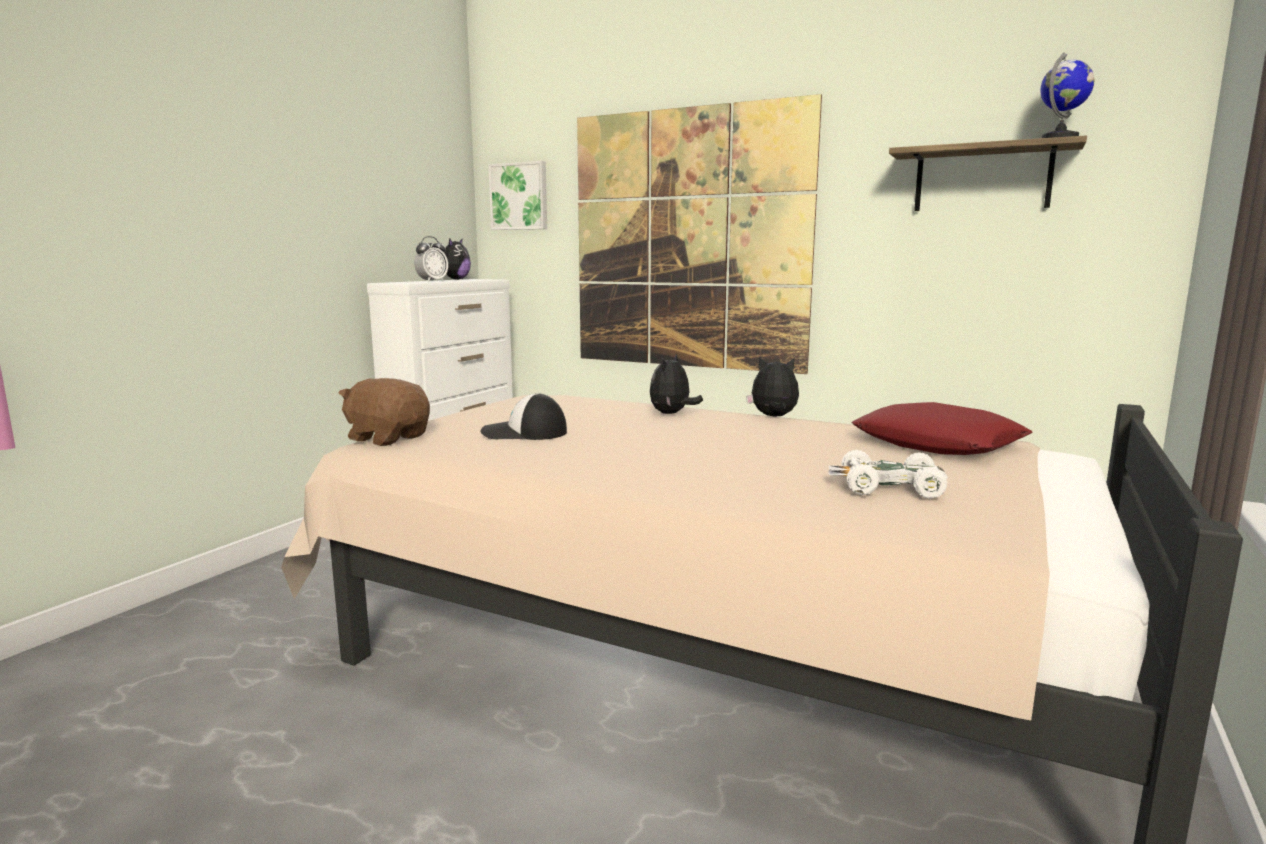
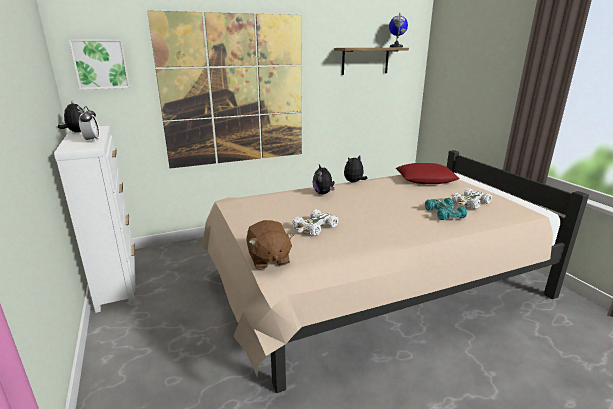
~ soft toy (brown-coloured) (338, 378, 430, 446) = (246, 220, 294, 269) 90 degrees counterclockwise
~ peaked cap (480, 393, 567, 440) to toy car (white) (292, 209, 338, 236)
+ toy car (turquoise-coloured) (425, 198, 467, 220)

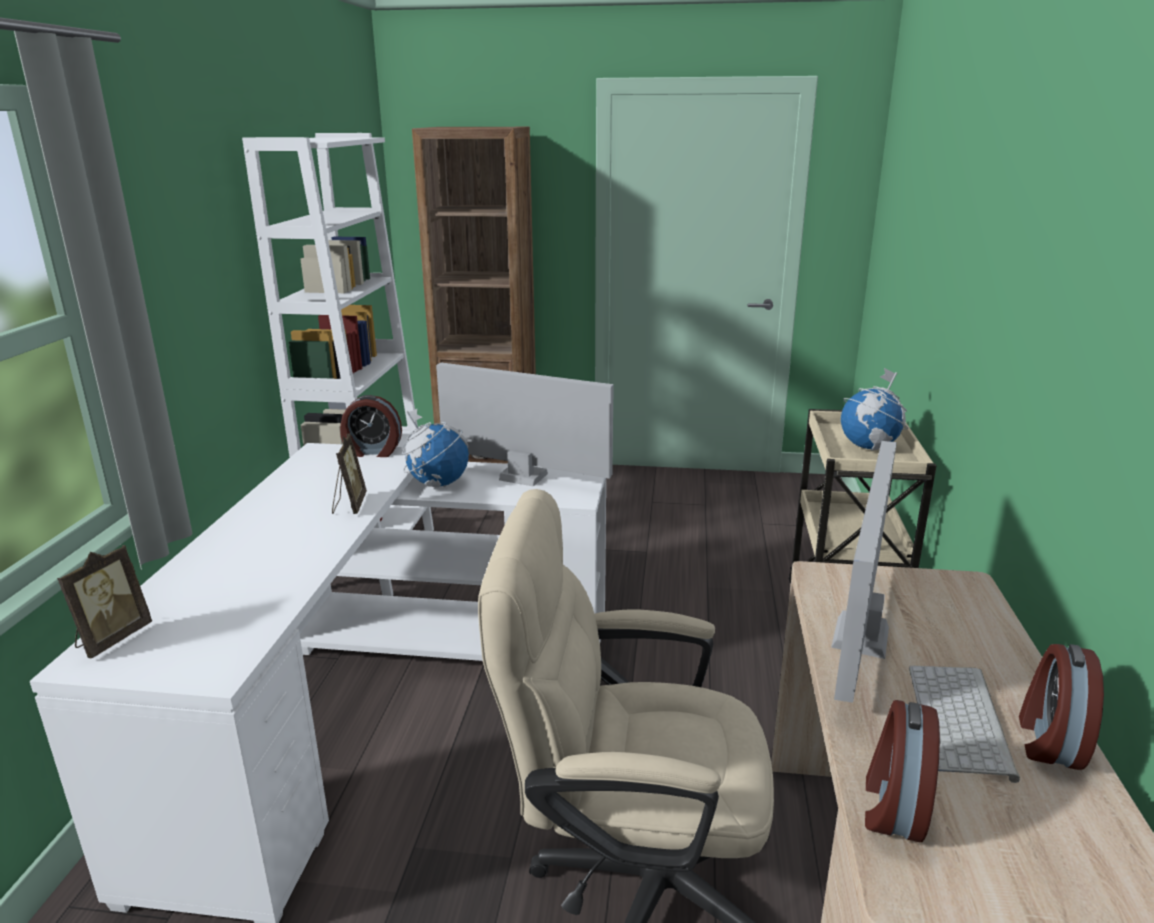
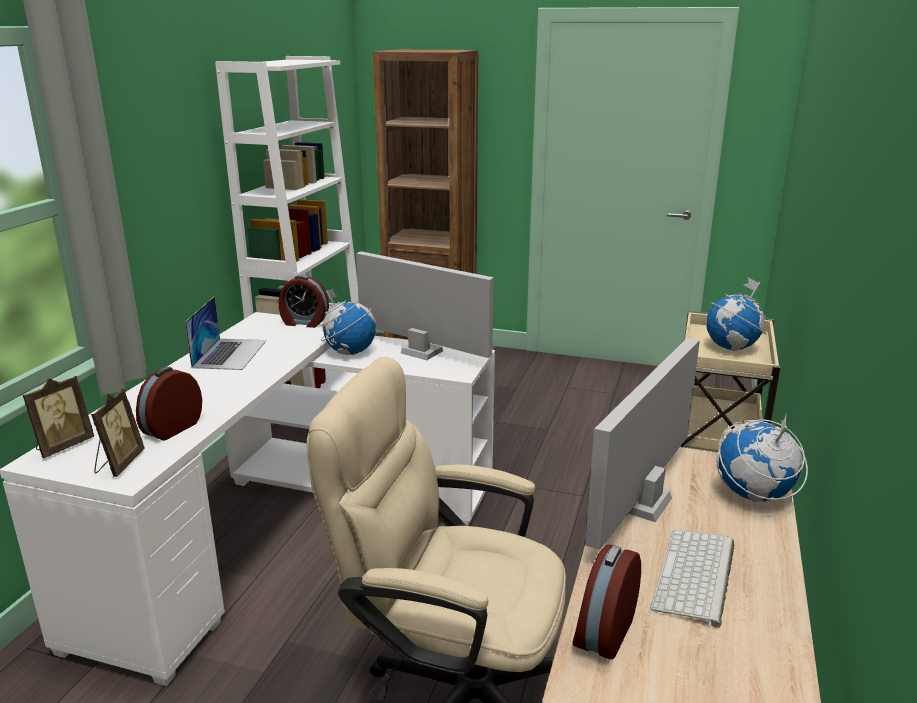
~ standing frame (332, 433, 367, 514) to (91, 389, 144, 477)
~ alarm clock (1019, 644, 1104, 770) to (136, 367, 202, 440)
+ laptop (185, 296, 266, 370)
+ world globe (717, 415, 808, 502)

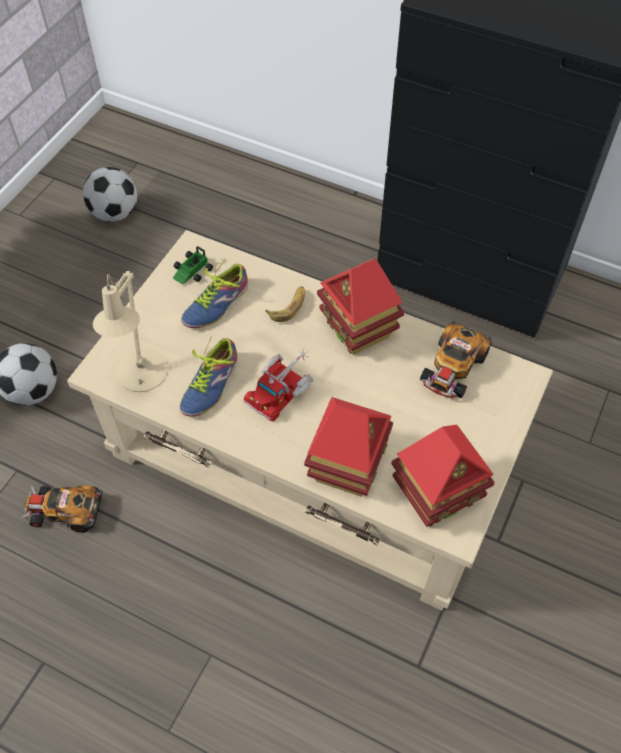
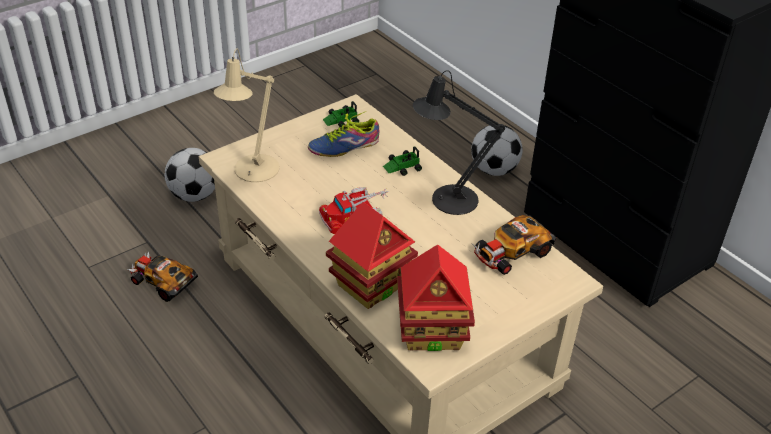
~ whole banana (266, 286, 305, 322) to toy car (383, 147, 422, 176)
~ model house (317, 259, 404, 355) to lamp for a table (black) (413, 70, 505, 215)
~ football (83, 167, 137, 222) to (471, 125, 523, 176)
- item of footwear (180, 335, 238, 417)

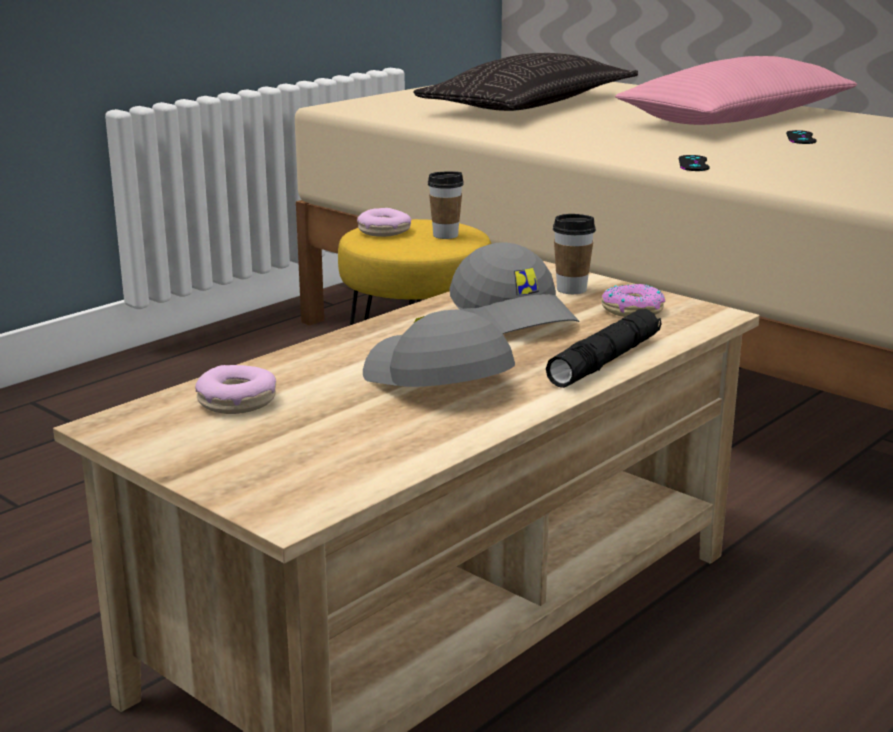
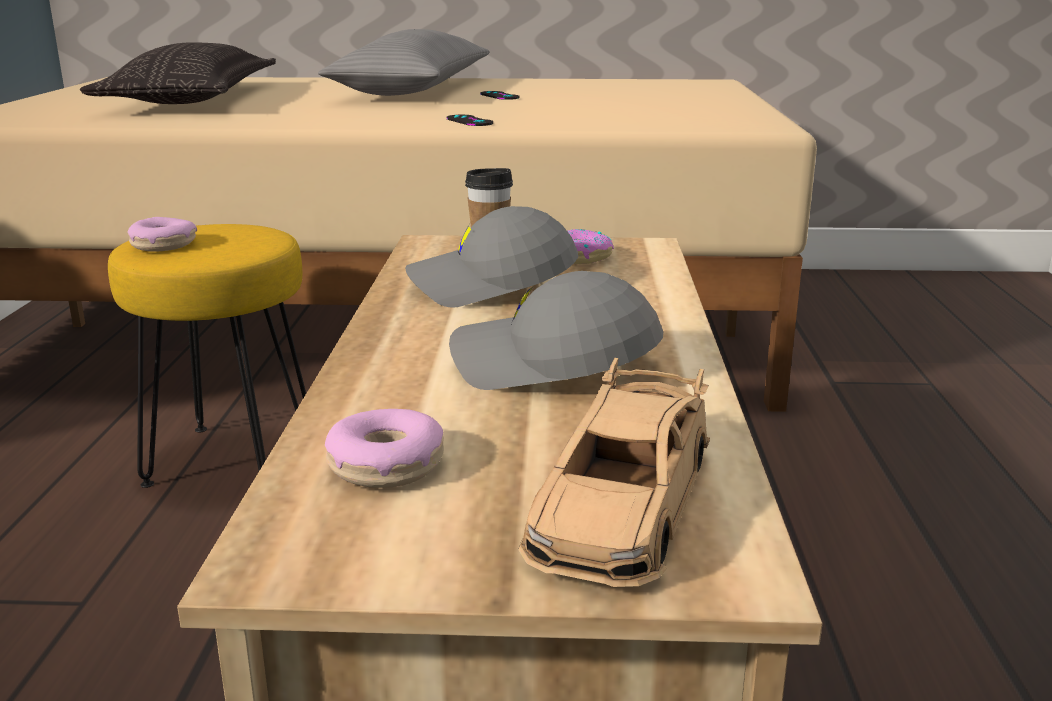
~ throw pillow (pinkish) (615, 56, 857, 125) to throw pillow (gray) (318, 29, 490, 96)
~ peaked cap (gray) (450, 242, 580, 334) = (405, 206, 578, 307) 150 degrees clockwise
+ toy car (sand-coloured) (518, 358, 710, 587)
- drinking cup (428, 172, 464, 239)
- flashlight (black) (546, 309, 662, 388)

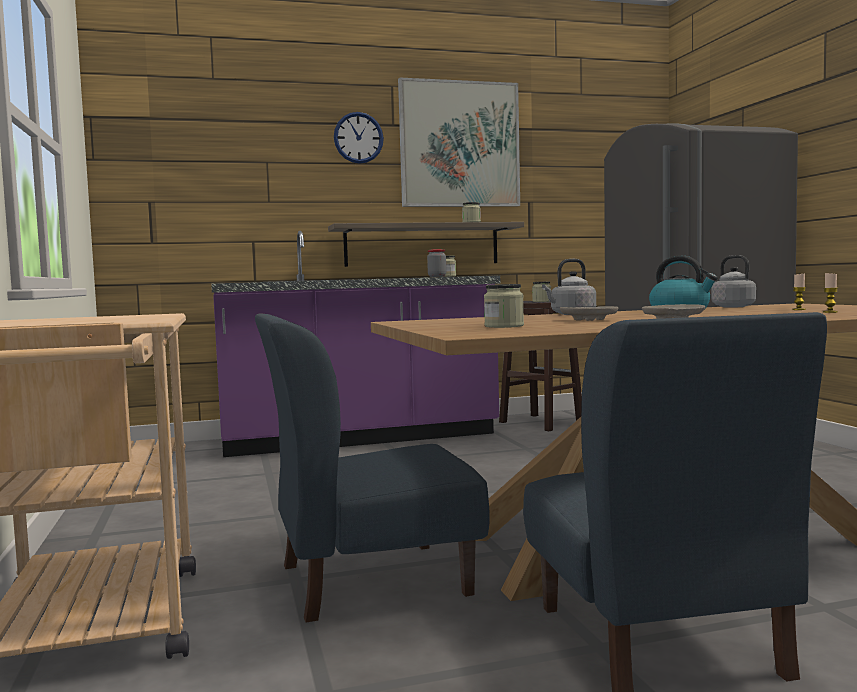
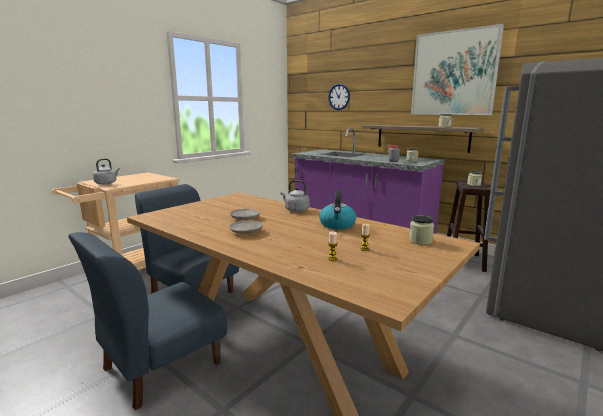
~ water kettle (gray) (711, 255, 756, 308) to (93, 158, 120, 185)
~ clock on the wall (334, 112, 384, 164) to (328, 84, 350, 110)
~ jar (484, 284, 524, 328) to (409, 216, 434, 245)

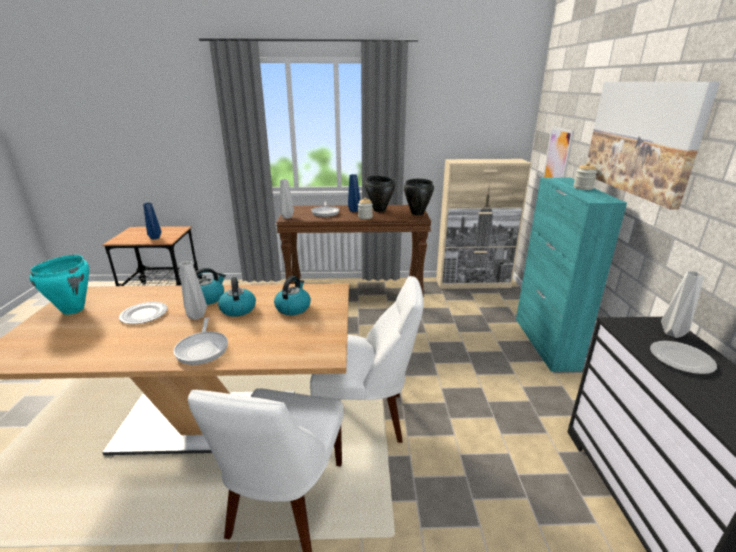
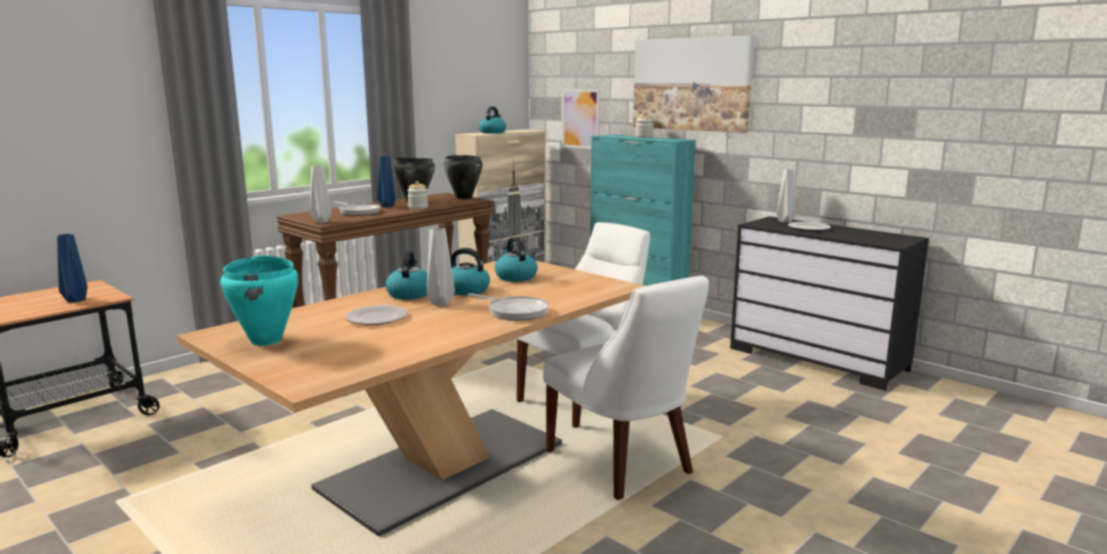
+ water kettle (479, 106, 506, 134)

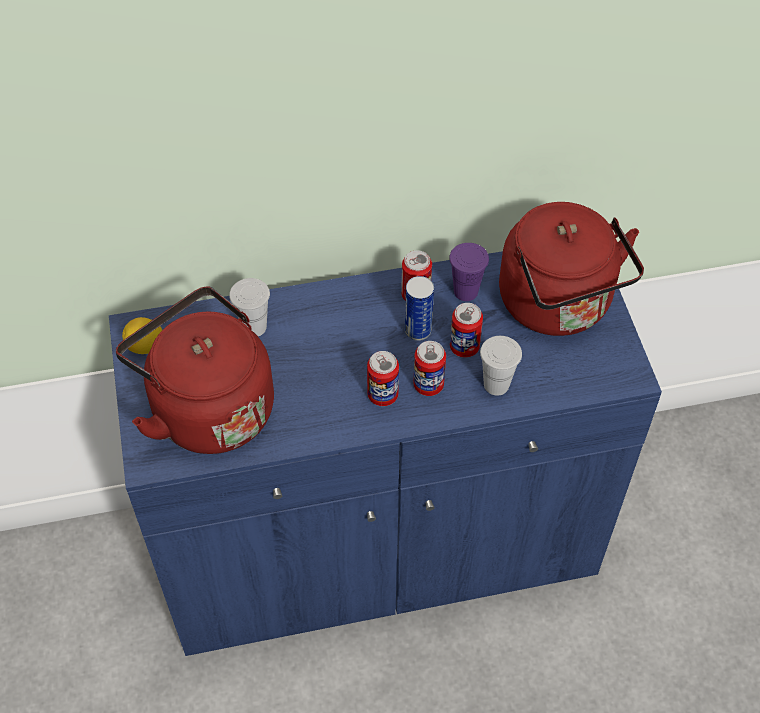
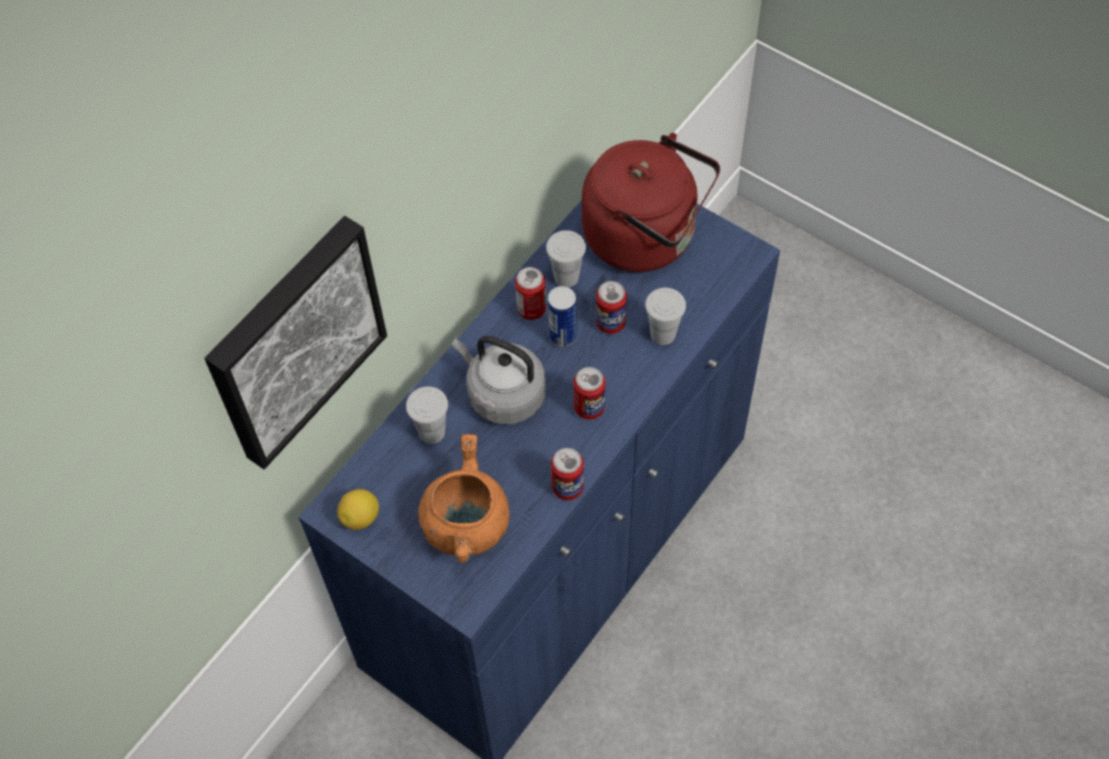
+ picture (204, 216, 387, 469)
~ water kettle (red) (116, 286, 274, 454) to stockpot (orangey) (418, 434, 510, 563)
+ water kettle (gray) (453, 336, 546, 424)
~ drinking cup (purplish) (449, 243, 489, 301) to drinking cup (white) (546, 230, 586, 287)
~ metal can (413, 341, 446, 396) to (551, 448, 584, 500)

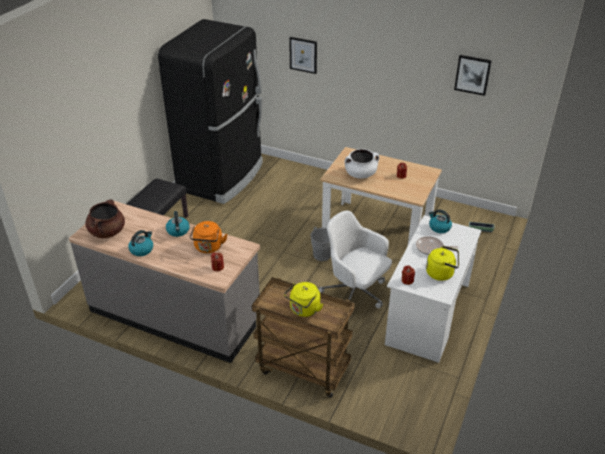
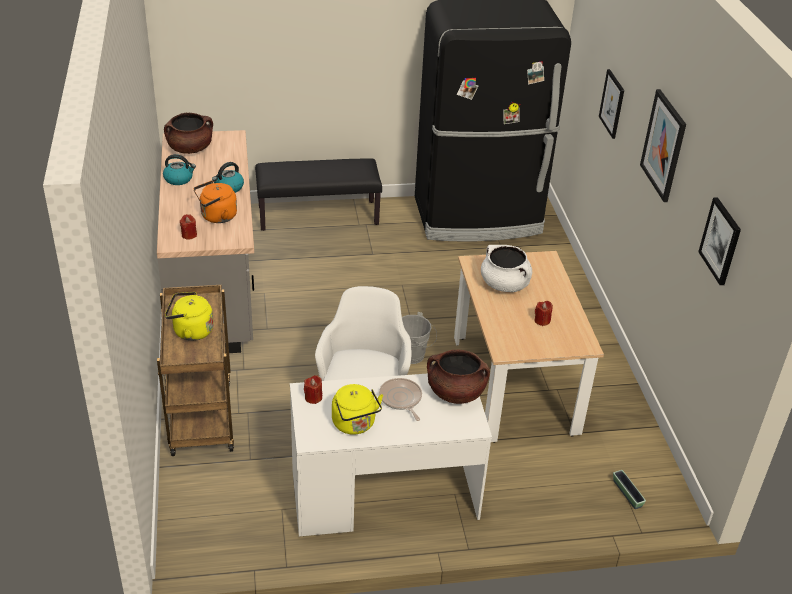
~ water kettle (429, 210, 452, 233) to stockpot (brown-coloured) (427, 350, 490, 404)
+ picture (640, 89, 686, 202)

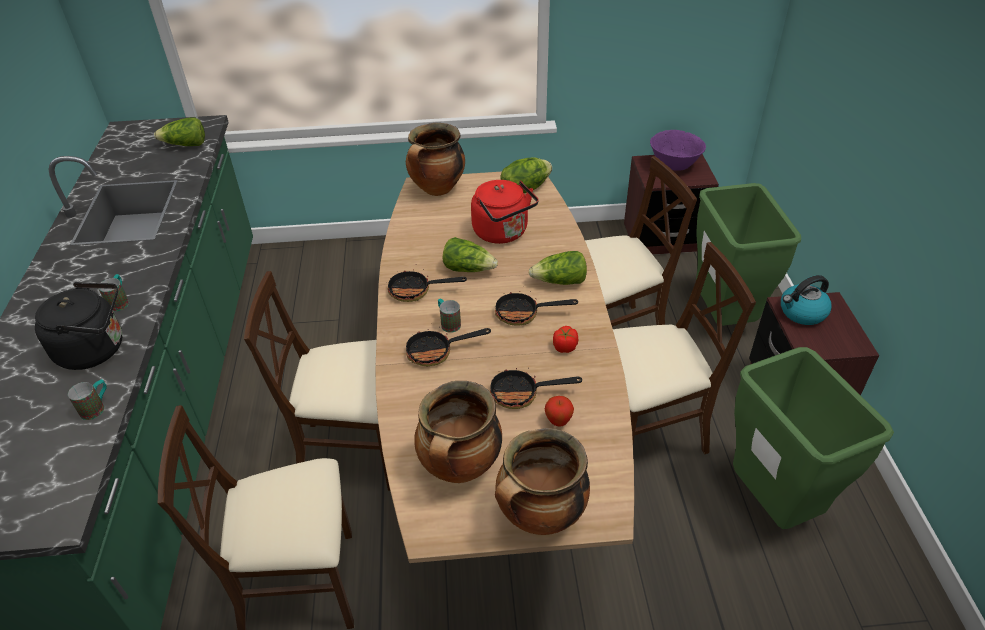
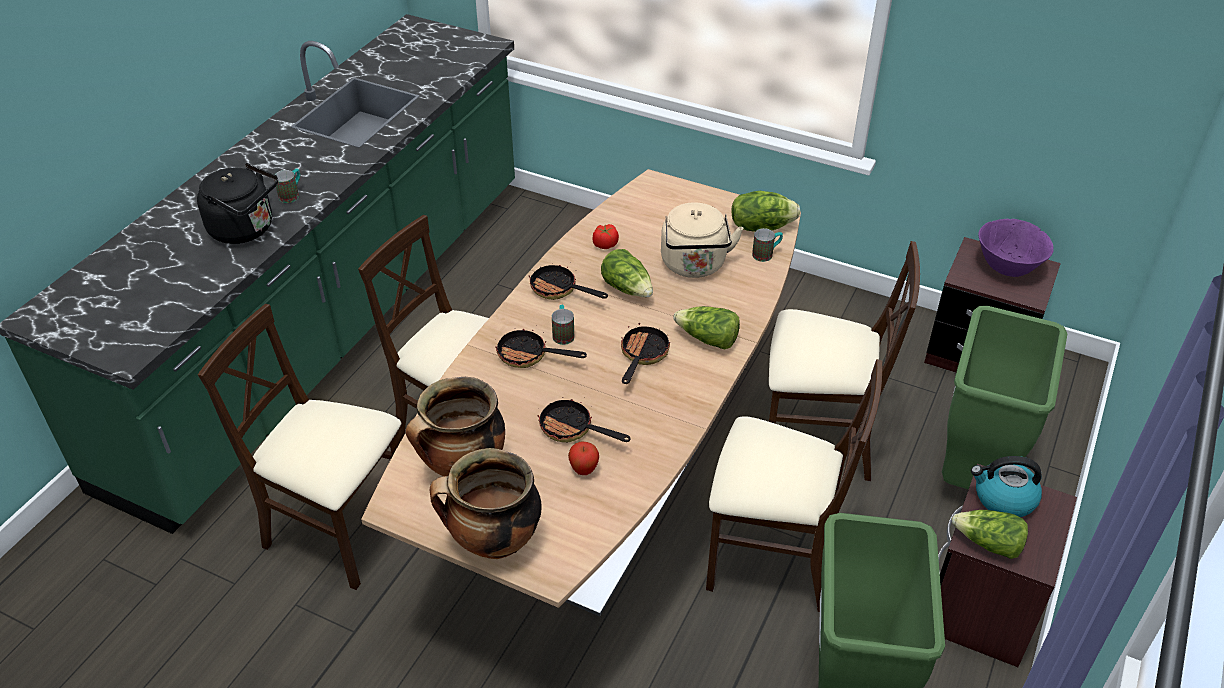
~ whole tomato (553, 326, 578, 353) to (593, 224, 619, 249)
~ skillet (495, 291, 578, 326) = (621, 323, 670, 384) 75 degrees clockwise
~ water kettle (red) (471, 180, 539, 244) to water kettle (sand-coloured) (661, 203, 744, 278)
~ mug (68, 379, 107, 420) to (752, 228, 783, 262)
~ head of lettuce (154, 117, 205, 146) to (952, 510, 1028, 559)
- stockpot (406, 123, 465, 196)

